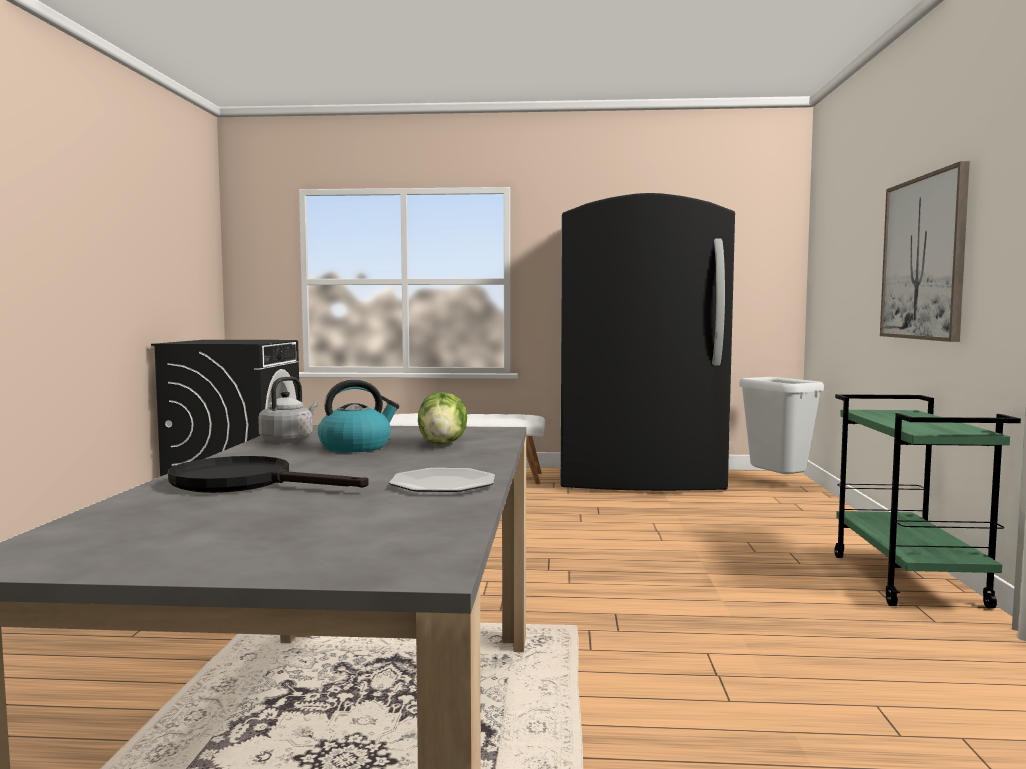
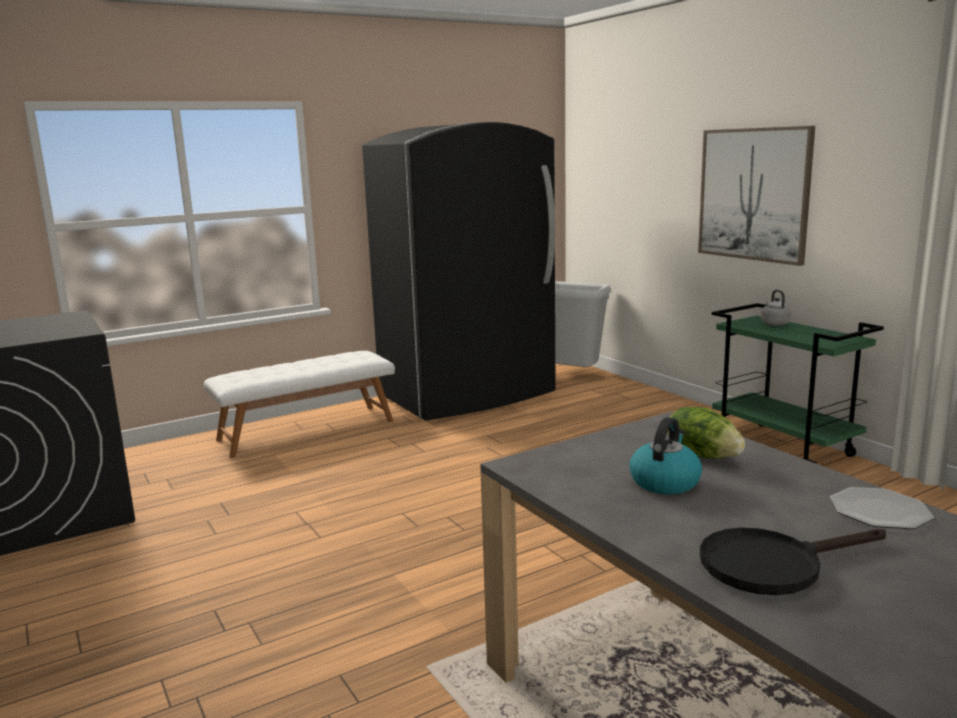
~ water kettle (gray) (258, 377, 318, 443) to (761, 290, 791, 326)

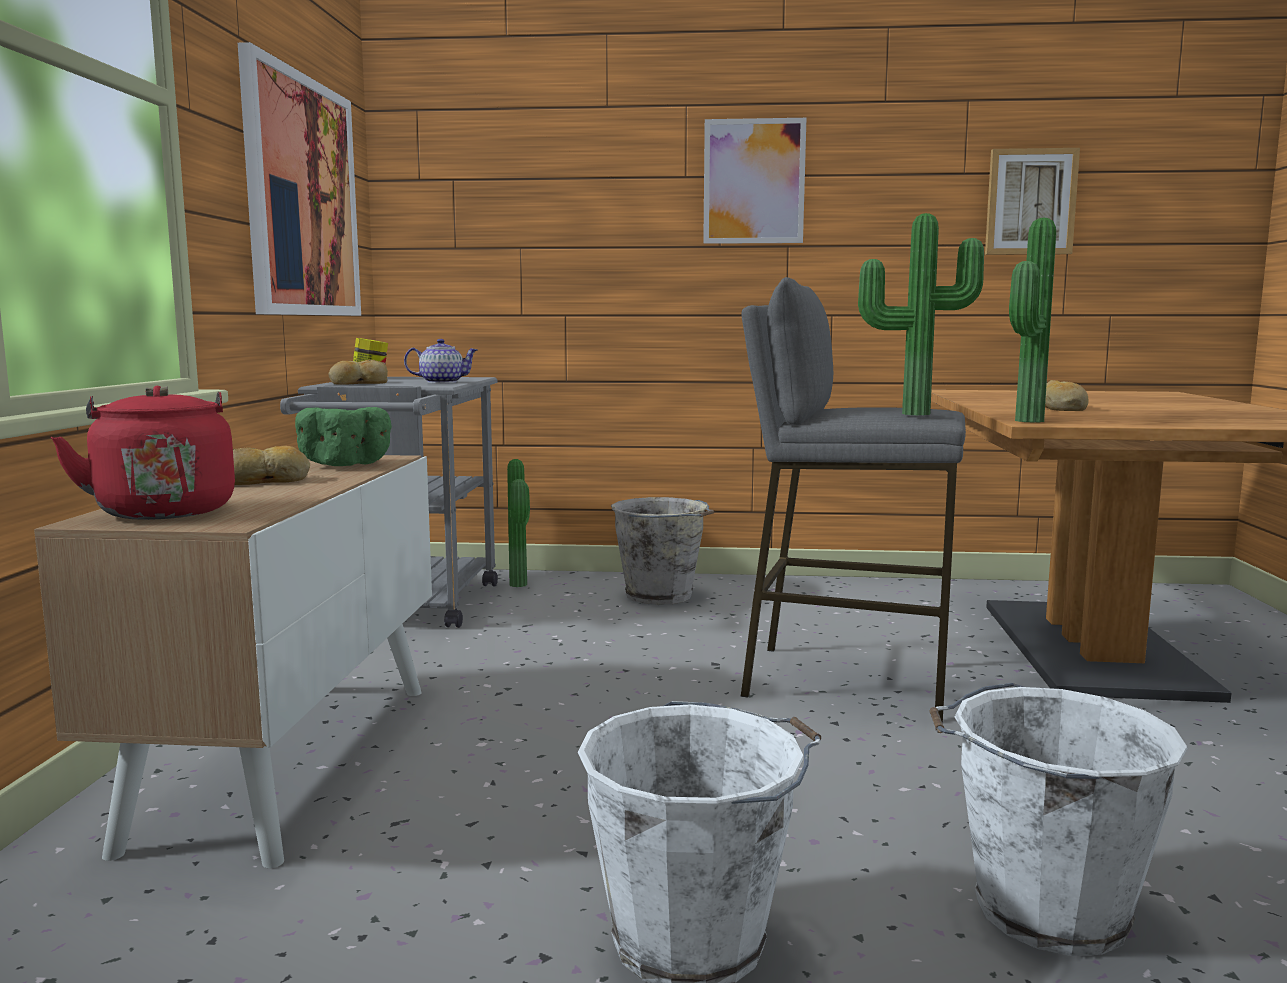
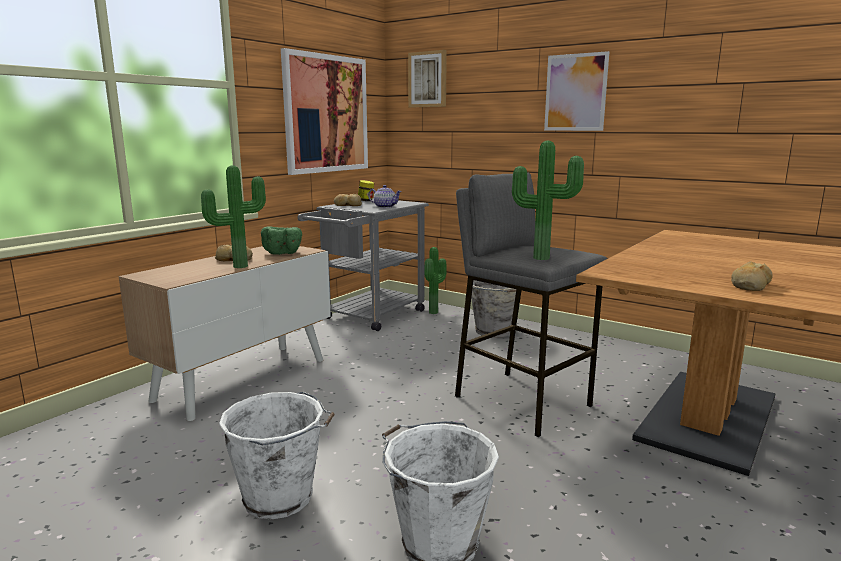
~ plant in a pot (1009, 218, 1056, 423) to (201, 165, 266, 268)
~ picture (985, 148, 1080, 255) to (408, 50, 447, 107)
~ bakery bread (1045, 380, 1089, 411) to (731, 261, 772, 291)
- water kettle (red) (51, 386, 235, 520)

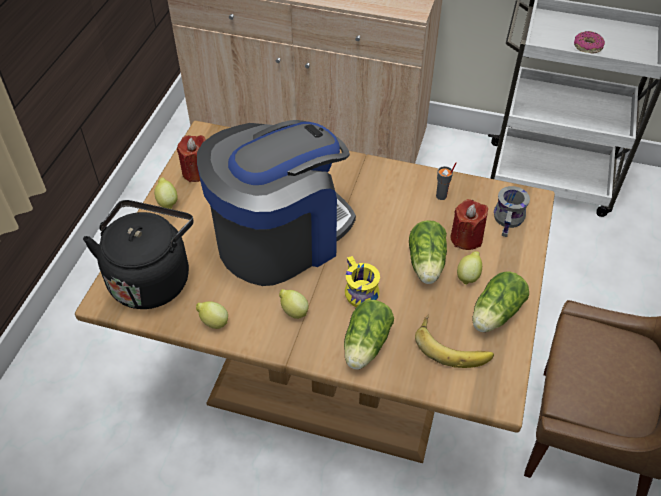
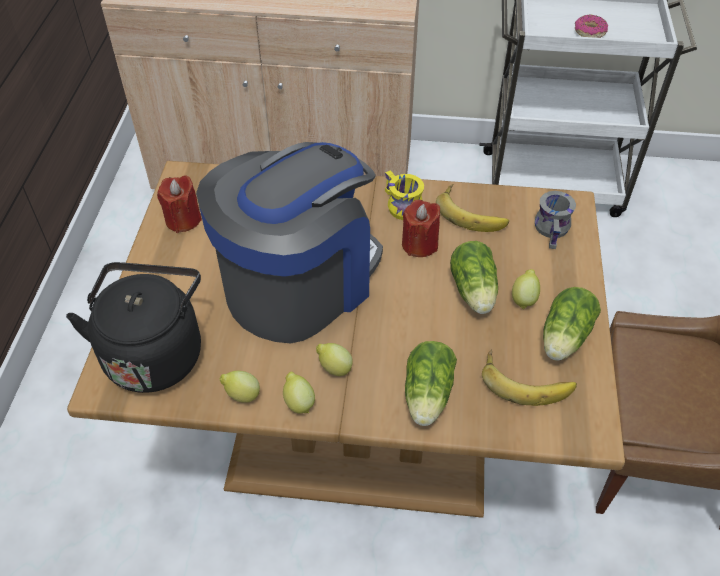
~ lemon (154, 177, 178, 209) to (283, 371, 315, 414)
~ mug (yellow) (345, 256, 380, 307) to (385, 171, 424, 220)
~ candle (red) (450, 199, 488, 250) to (402, 200, 440, 257)
~ drinking cup (gray) (436, 163, 457, 200) to whole banana (436, 184, 509, 232)

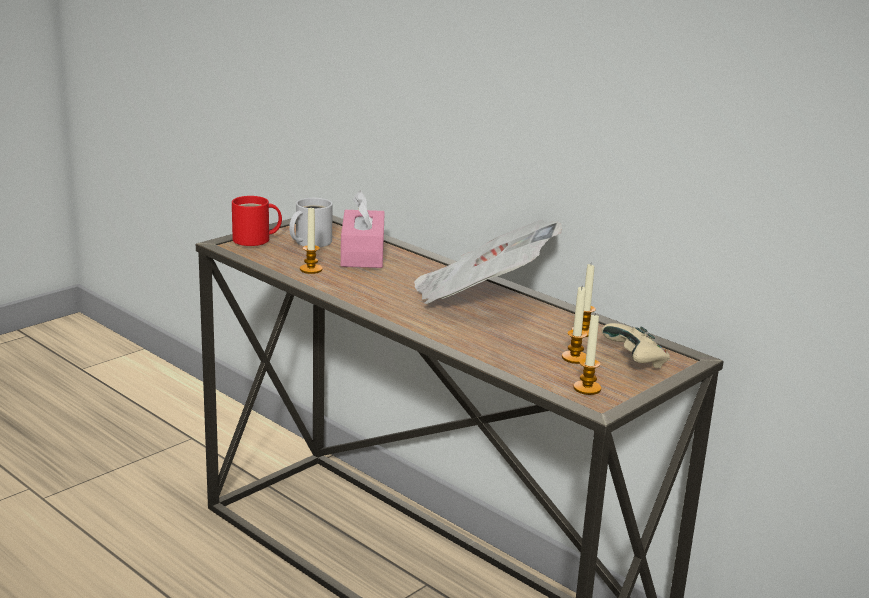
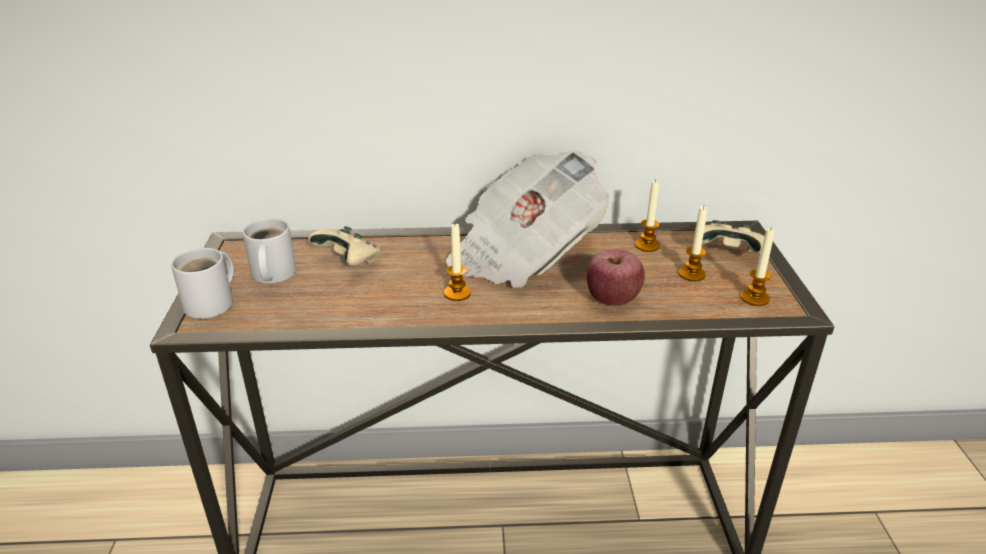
~ mug (red) (232, 196, 282, 246) to mug (white) (171, 248, 234, 319)
~ tissue holder (pinkish) (341, 190, 385, 268) to gamepad (sand-coloured) (308, 226, 380, 266)
~ candle (300, 206, 323, 274) to (444, 224, 471, 301)
+ apple (586, 249, 645, 306)

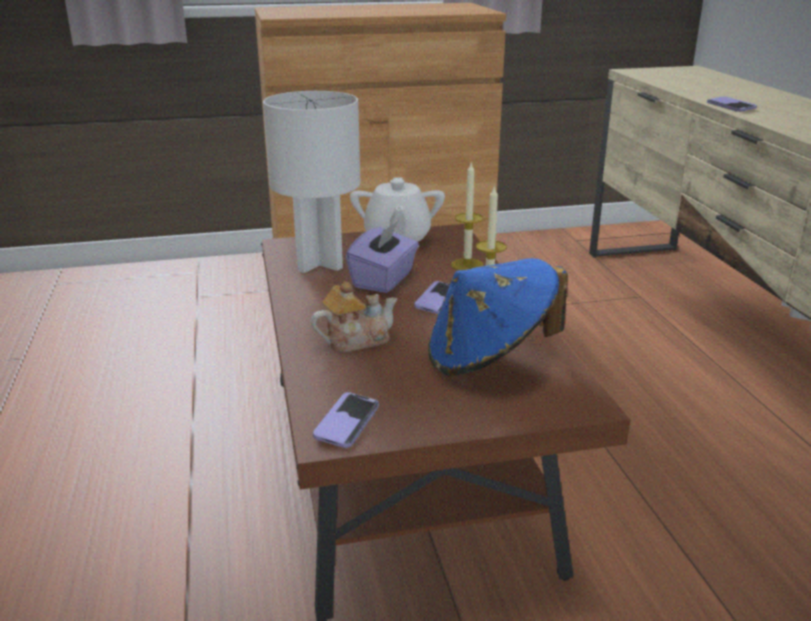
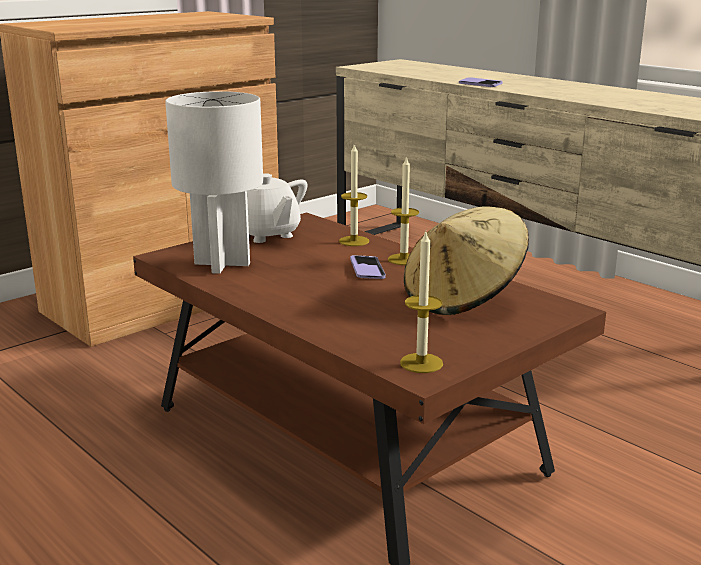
~ phone (313, 392, 379, 448) to candle (400, 232, 443, 373)
~ clothing hat (bluish) (428, 258, 568, 376) to clothing hat (sand-coloured) (404, 206, 529, 315)
- tea pot (311, 281, 398, 352)
- tissue holder (purplish) (346, 220, 419, 293)

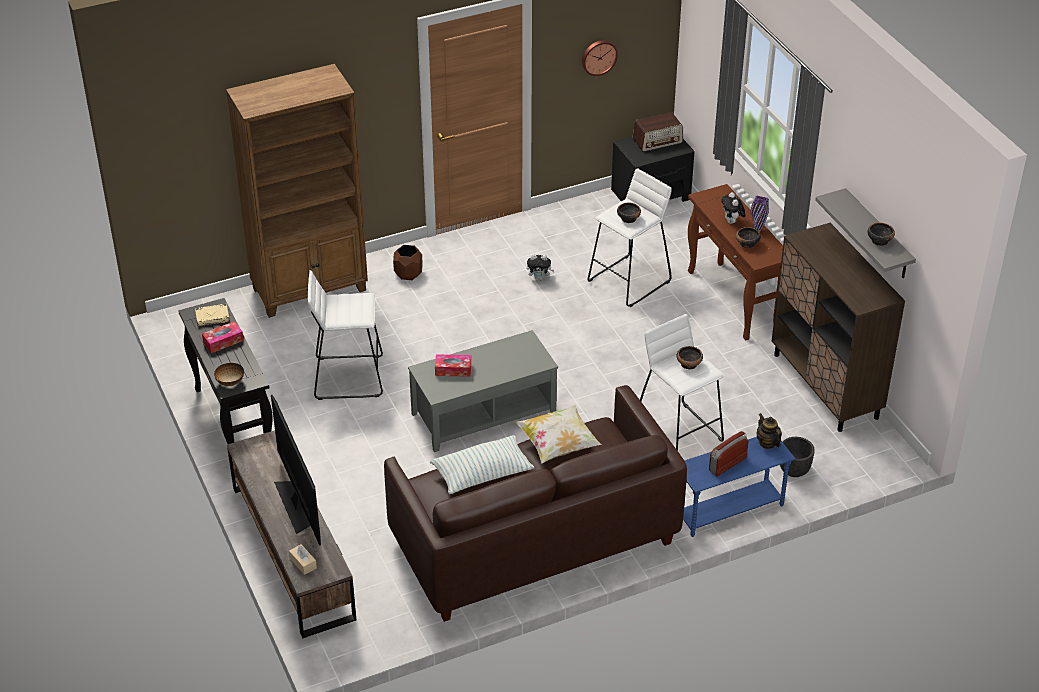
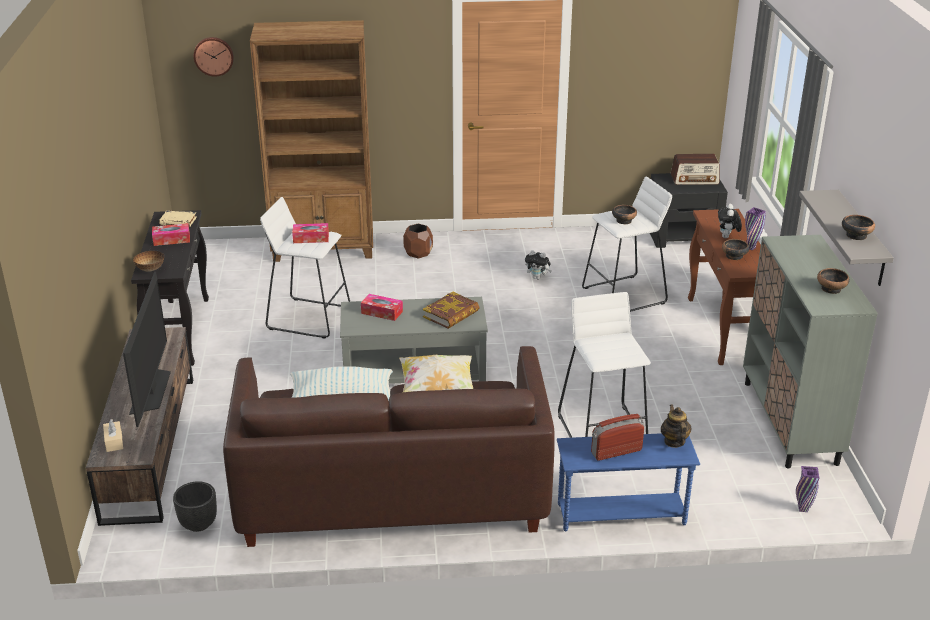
~ flower pot (black) (780, 437, 815, 477) to (173, 481, 217, 532)
~ clock on the wall (582, 40, 618, 76) to (194, 37, 234, 77)
+ tissue holder (292, 223, 329, 243)
+ volume (423, 292, 480, 329)
~ cupboard (brown-coloured) (772, 223, 905, 432) to cupboard (gray) (743, 235, 878, 468)
+ vase (purplish) (796, 466, 820, 512)
~ serving bowl (677, 346, 703, 369) to (817, 268, 850, 294)

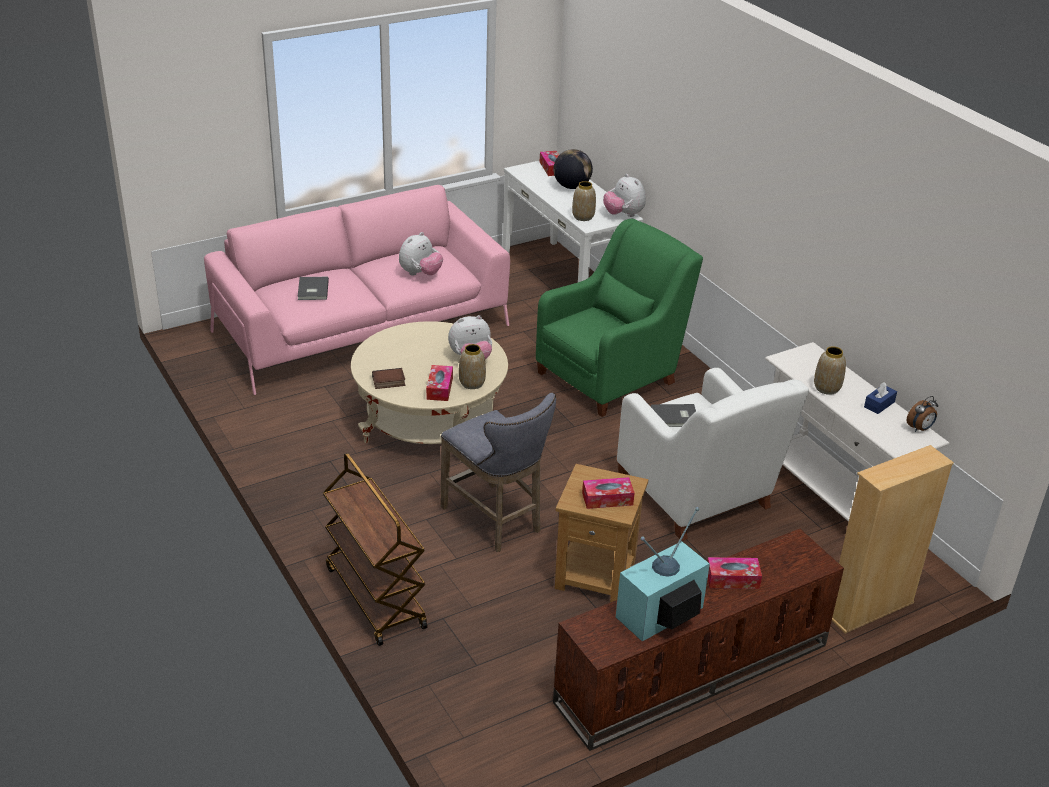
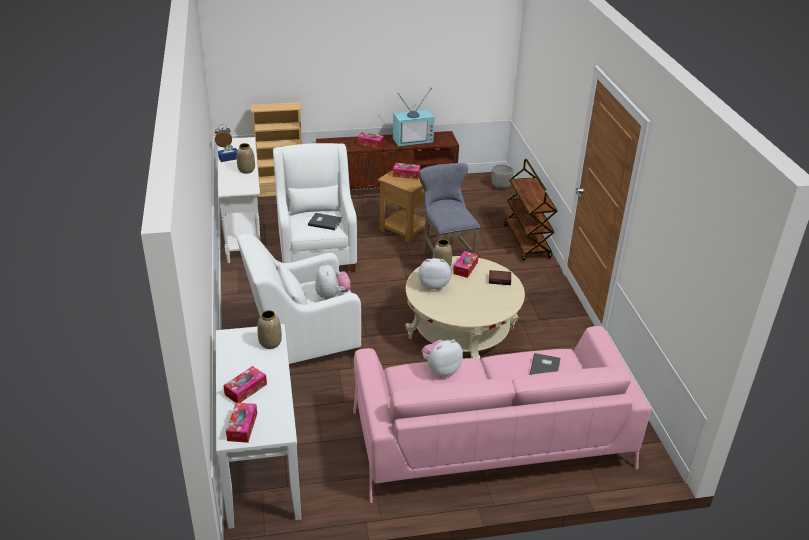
~ world globe (553, 149, 593, 189) to tissue holder (223, 366, 267, 403)
~ armchair (greenish) (536, 219, 703, 417) to armchair (white) (237, 234, 361, 364)
~ soft toy (603, 174, 646, 217) to (315, 262, 351, 300)
+ flower pot (492, 164, 514, 190)

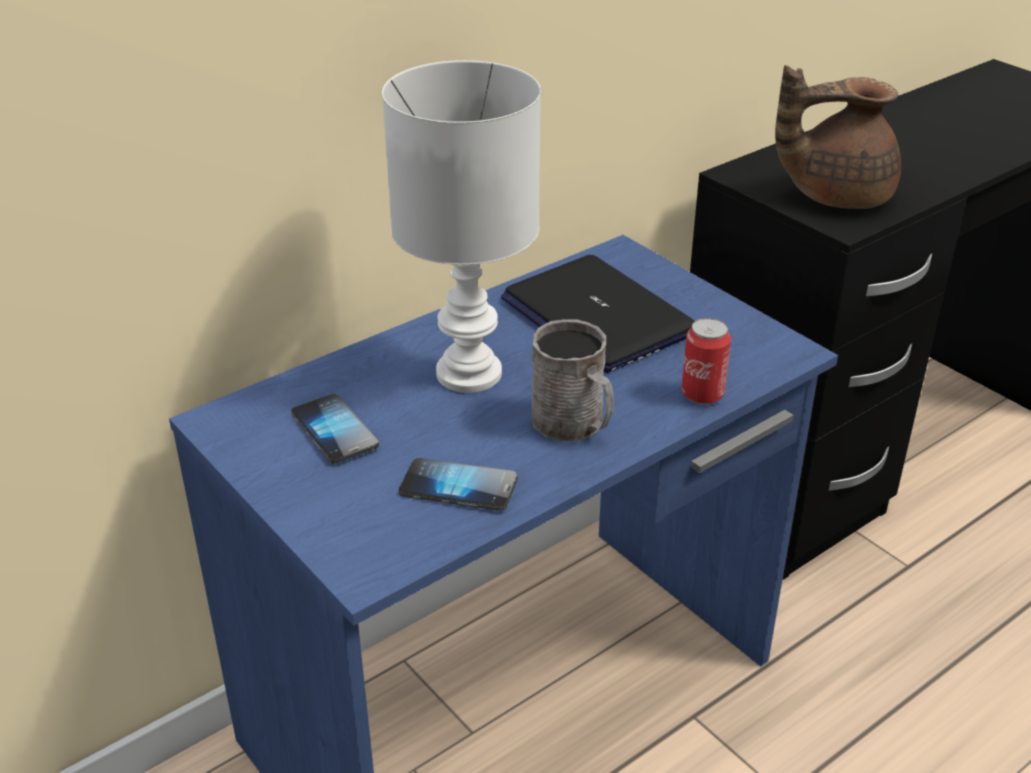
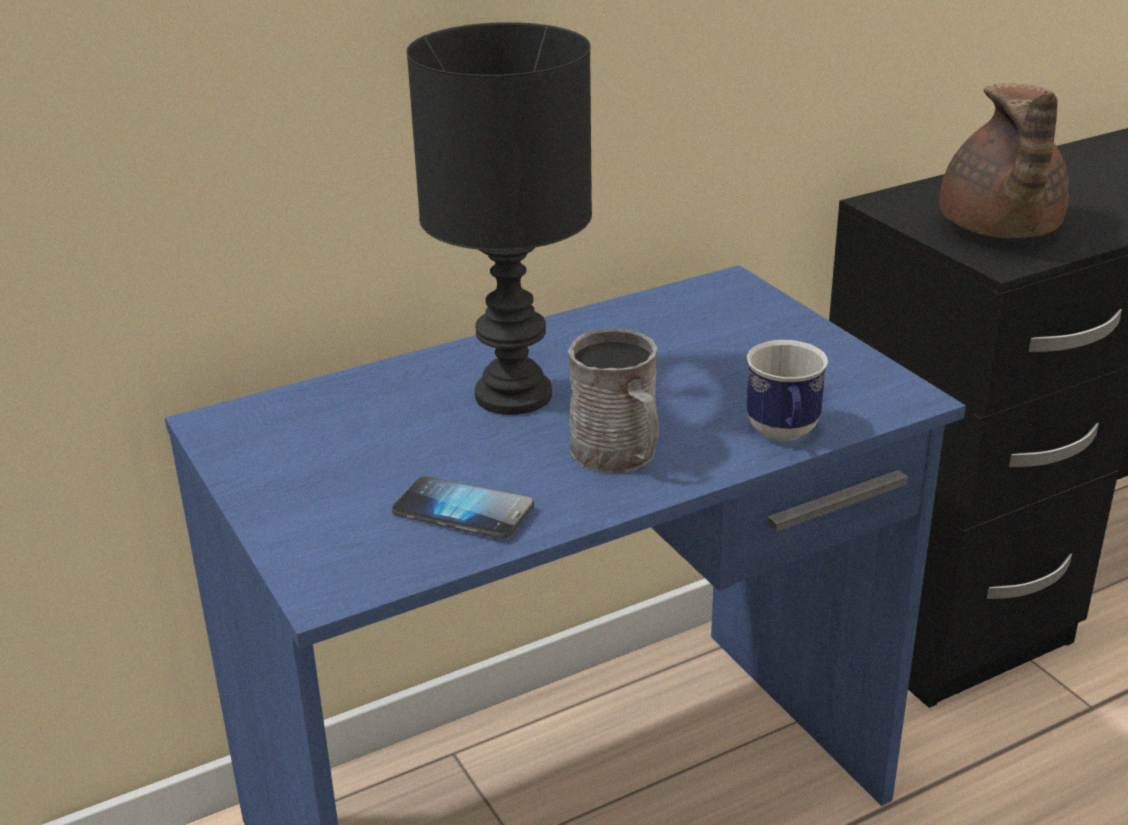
~ lamp for a table (white) (382, 60, 541, 393) to lamp for a table (black) (406, 22, 592, 415)
~ metal can (681, 318, 731, 405) to mug (746, 340, 828, 441)
~ tea pot (brown-coloured) (775, 65, 901, 209) = (939, 83, 1069, 238) 90 degrees counterclockwise
- phone (291, 394, 379, 464)
- laptop (501, 255, 695, 373)

